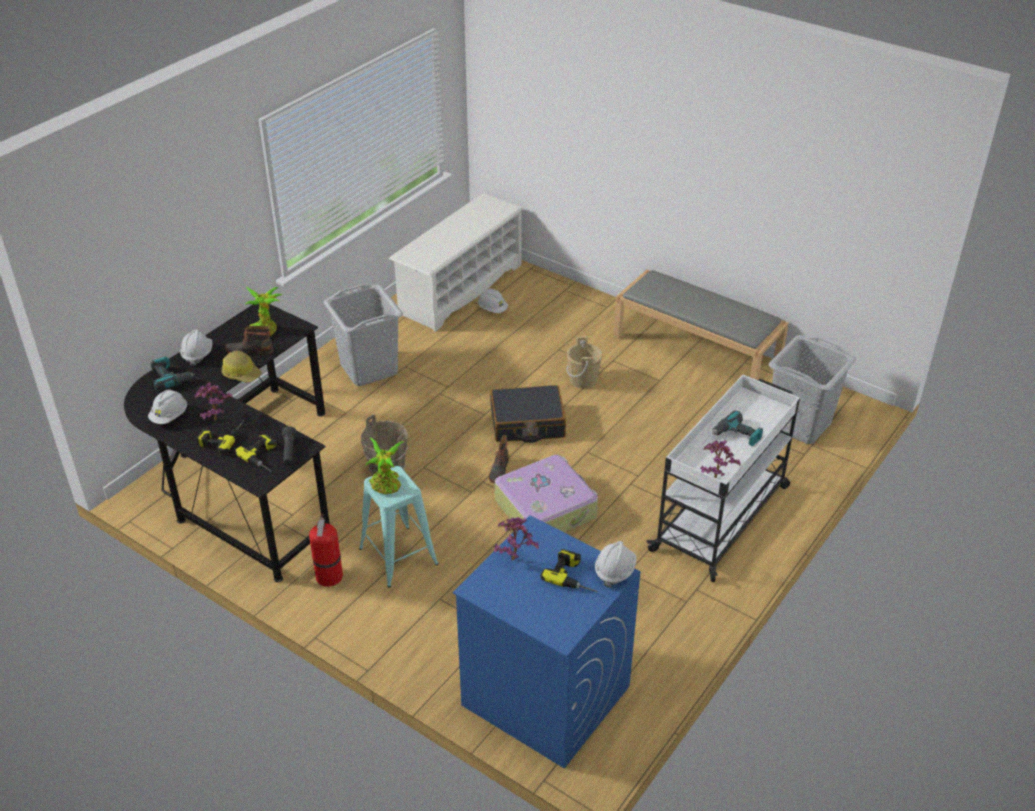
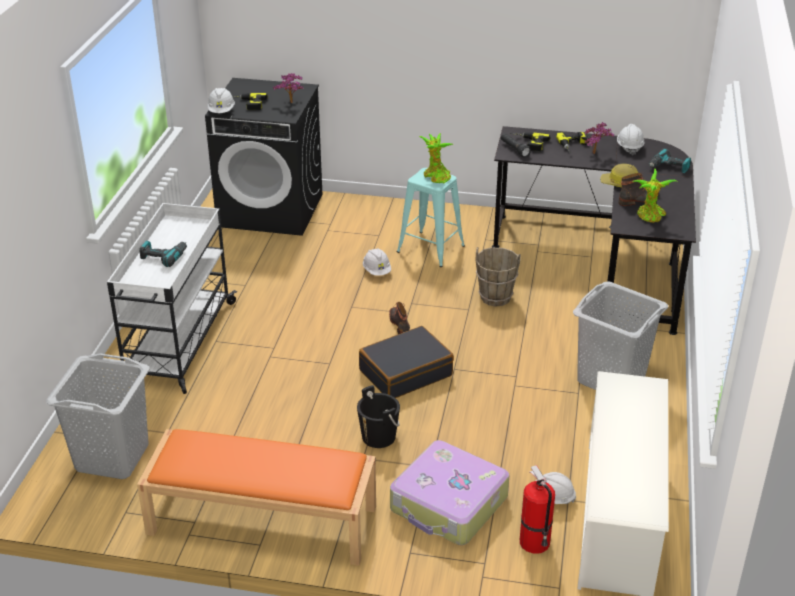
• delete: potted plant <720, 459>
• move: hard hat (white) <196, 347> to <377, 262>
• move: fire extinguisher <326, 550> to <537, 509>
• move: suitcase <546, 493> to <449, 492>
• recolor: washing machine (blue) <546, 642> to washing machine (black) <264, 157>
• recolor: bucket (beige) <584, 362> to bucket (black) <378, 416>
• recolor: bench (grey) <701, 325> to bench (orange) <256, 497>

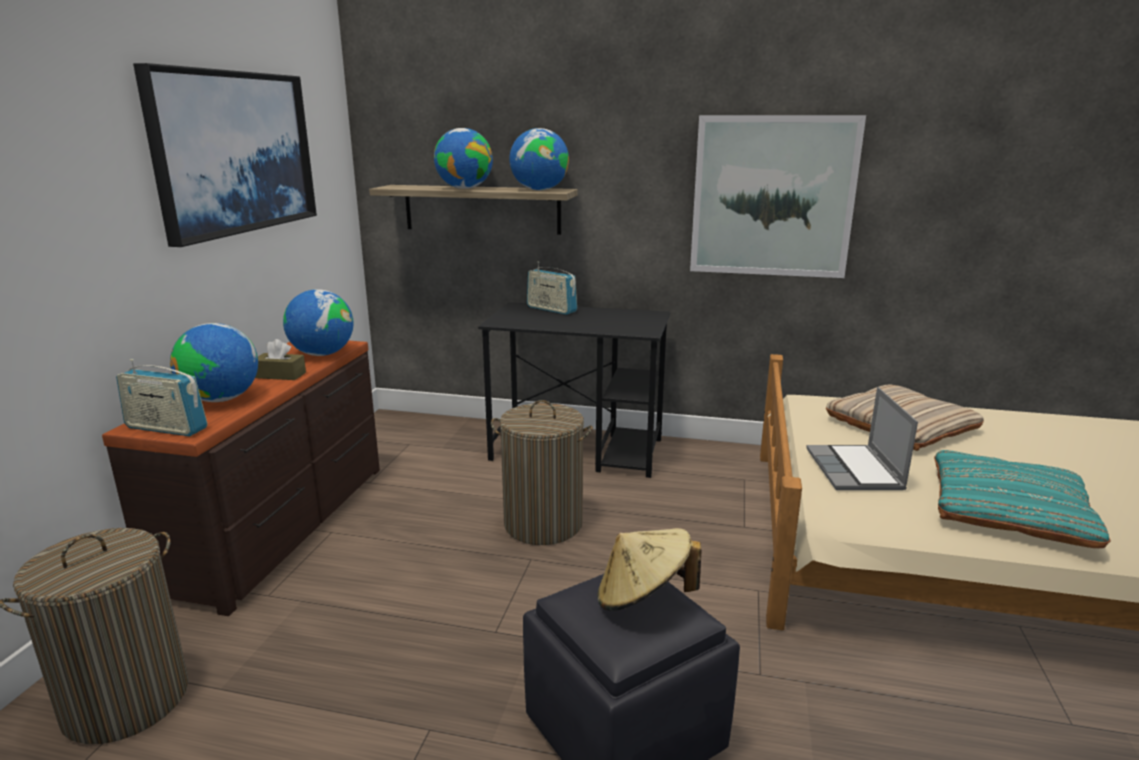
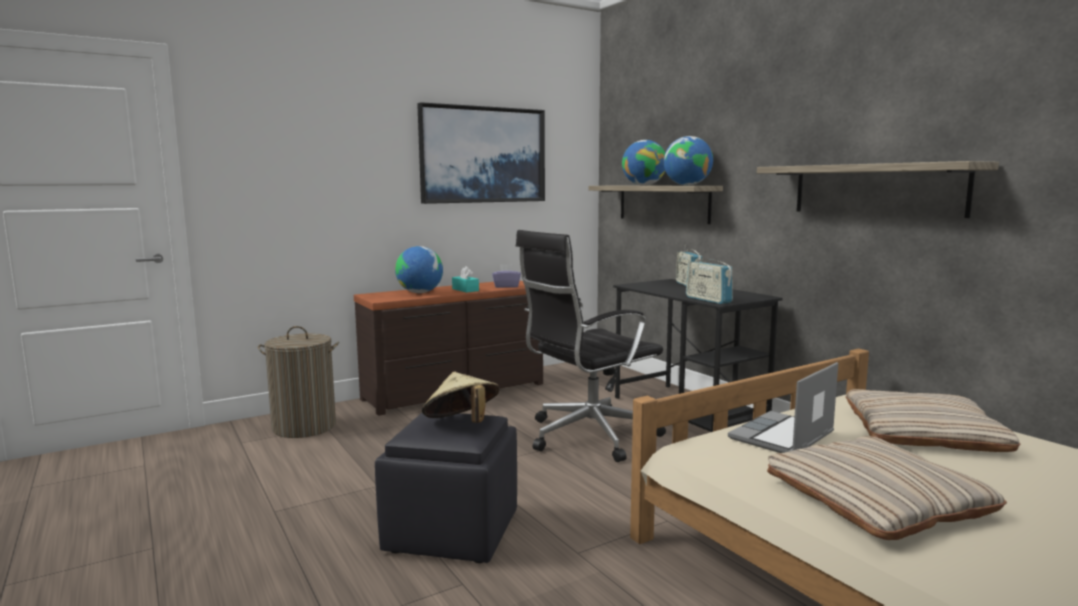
• move: radio <161, 397> to <709, 279>
• replace: globe <318, 322> to tissue box (purple) <506, 276>
• replace: laundry basket <542, 472> to office chair (black) <591, 346>
• replace: picture <778, 196> to shelf <878, 189>
• recolor: tissue box (brown) <280, 359> to tissue box (turquoise) <465, 279>
• recolor: pillow (turquoise) <1022, 499> to pillow (beige) <887, 488>

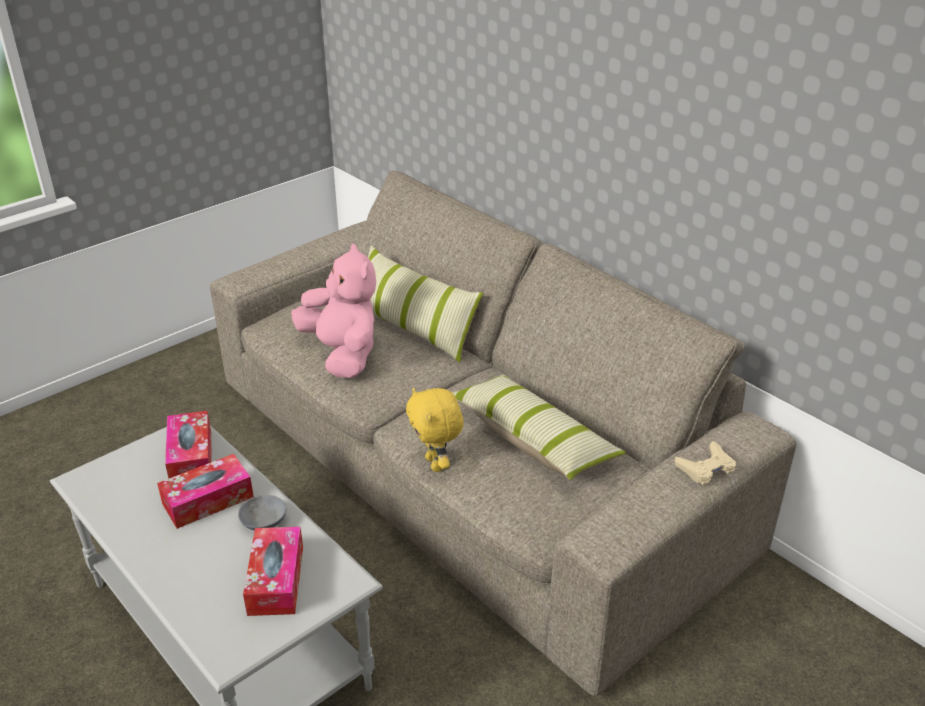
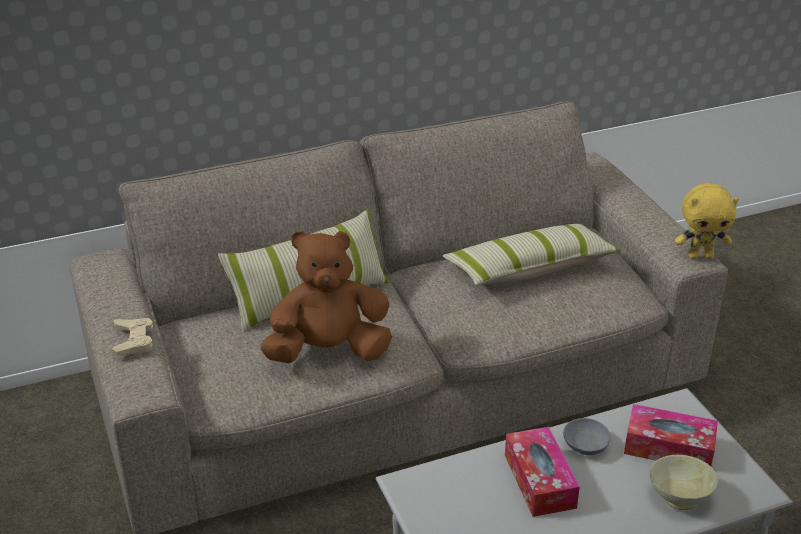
• delete: tissue box <188, 444>
• insert: bowl (beige) <684, 482>
• move: plush toy (yellow) <435, 429> to <707, 221>
• move: game controller (beige) <705, 463> to <132, 336>
• recolor: plush toy (pink) <333, 311> to plush toy (brown) <326, 297>

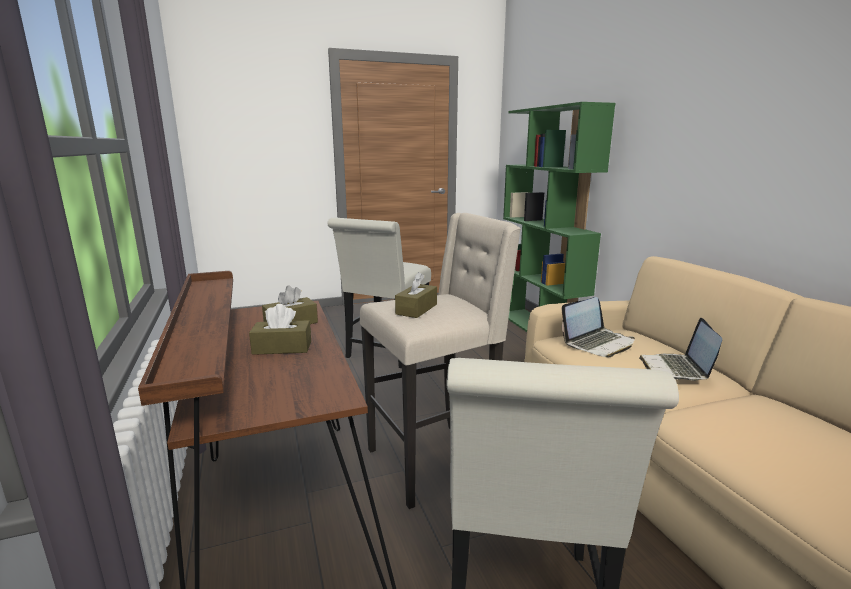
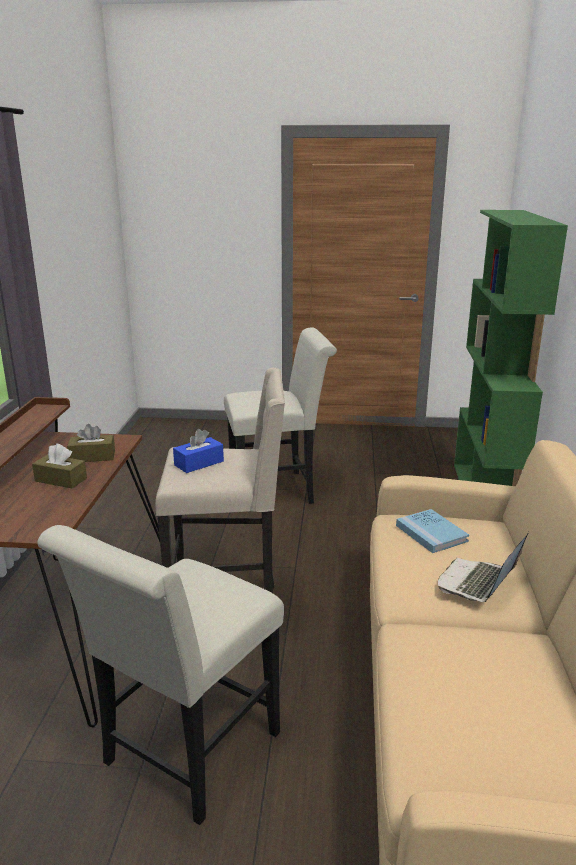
• replace: laptop <598, 327> to book (blue) <432, 531>
• recolor: tissue box (brown) <416, 295> to tissue box (blue) <198, 451>
• rotate: chair (white) <379, 293> = <280, 415> 150 degrees counterclockwise

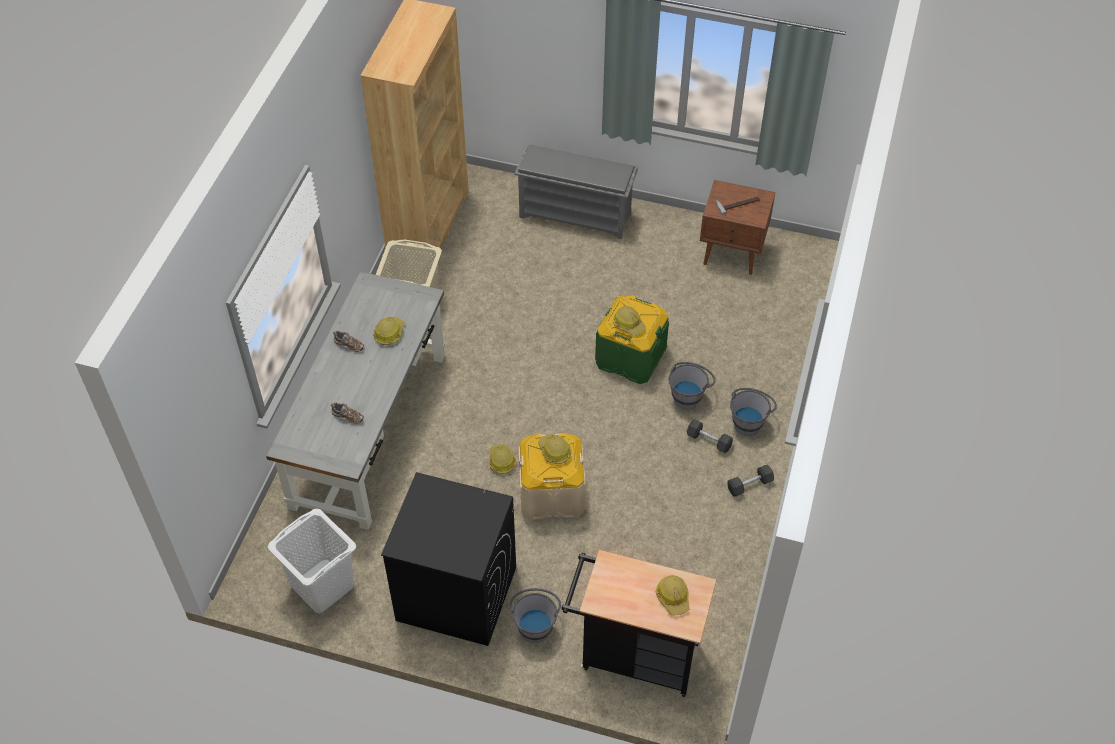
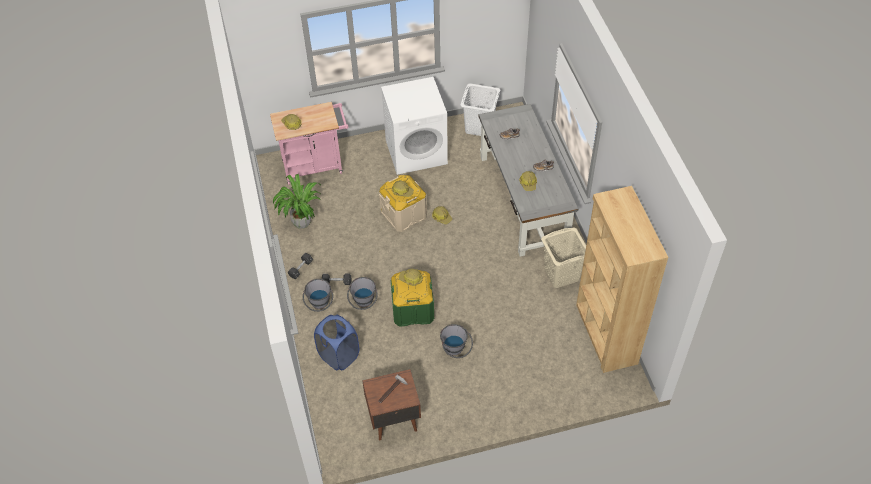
• delete: shoe rack (grey) <576, 191>
• insert: potted plant <297, 201>
• insert: laundry basket (blue) <336, 342>
• move: bucket (grey) <535, 615> to <456, 341>
• recolor: washing machine (black) <448, 559> to washing machine (white) <414, 126>
• recolor: cart (black) <639, 623> to cart (pink) <309, 143>

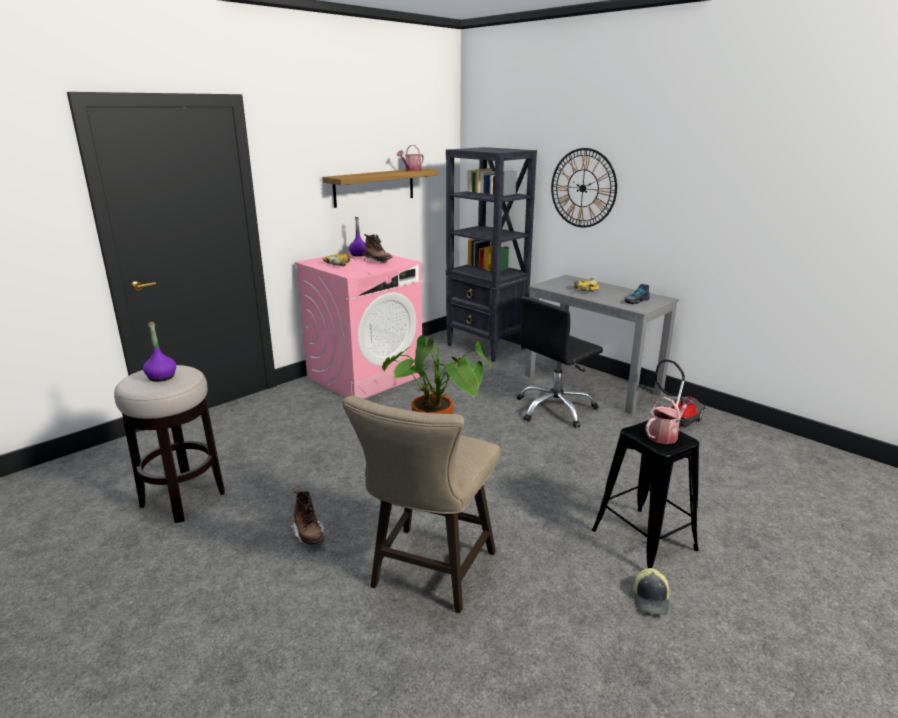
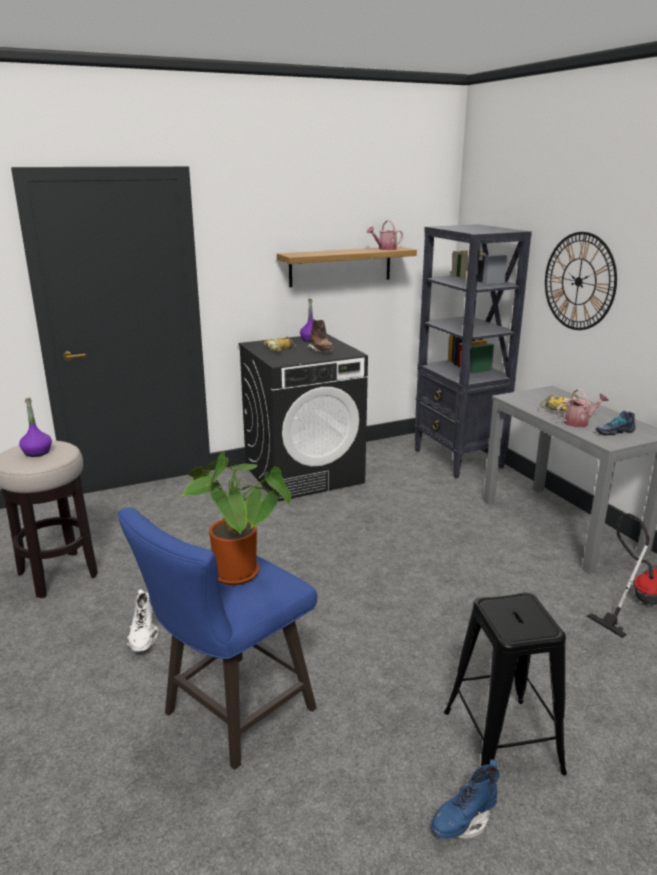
• delete: office chair (black) <560, 362>
• move: watering can <669, 420> to <583, 408>
• replace: cap <652, 591> to boot (blue) <465, 799>
• recolor: boot (brown) <307, 517> to boot (white) <142, 620>
• recolor: washing machine (pink) <358, 325> to washing machine (black) <303, 418>
• recolor: stool (beige) <421, 504> to stool (blue) <217, 639>

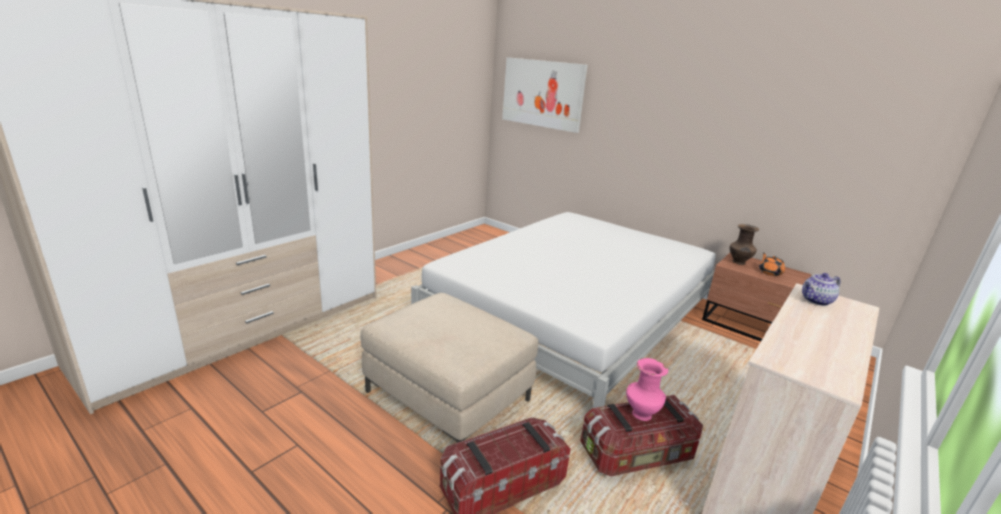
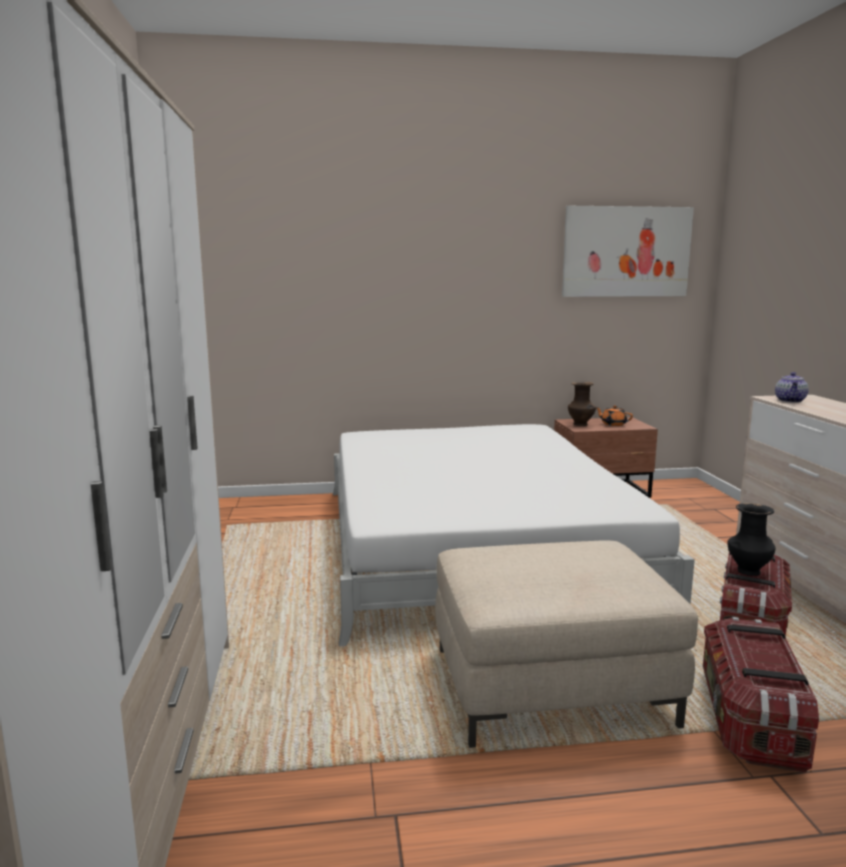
• move: picture <545, 95> to <628, 251>
• recolor: vase (pink) <647, 389> to vase (black) <751, 539>

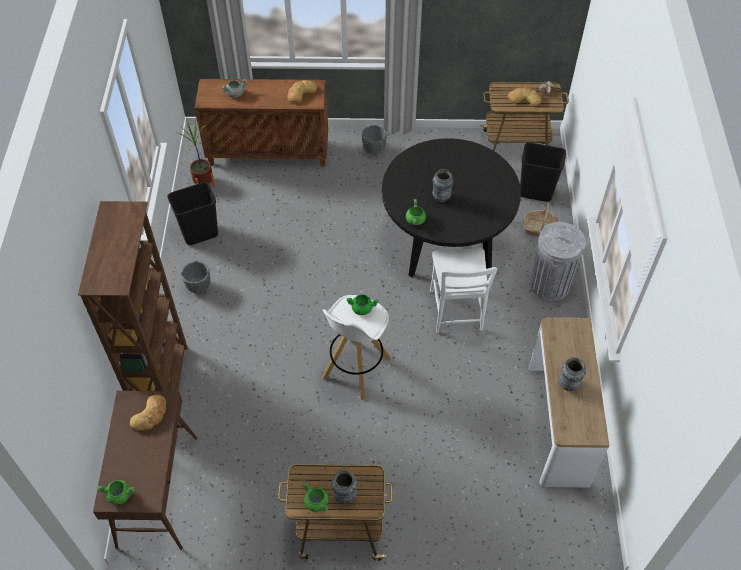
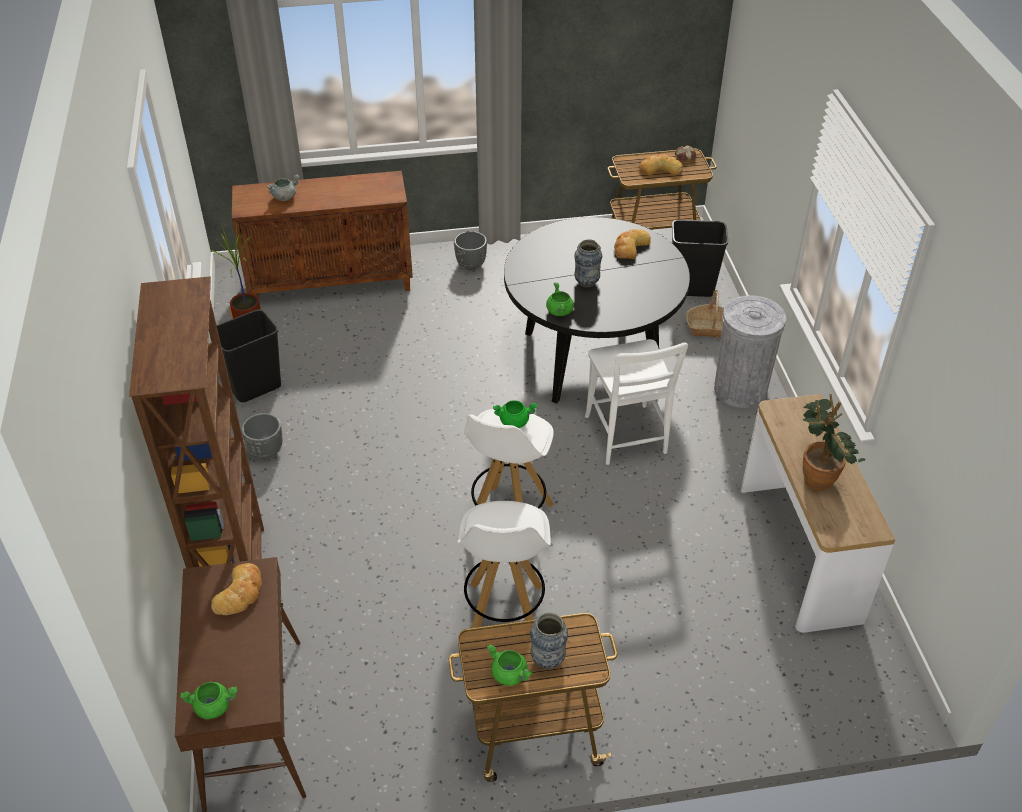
• insert: stool (white) <504, 564>
• move: bread <302, 91> to <632, 244>
• replace: vase <572, 374> to potted plant <834, 442>

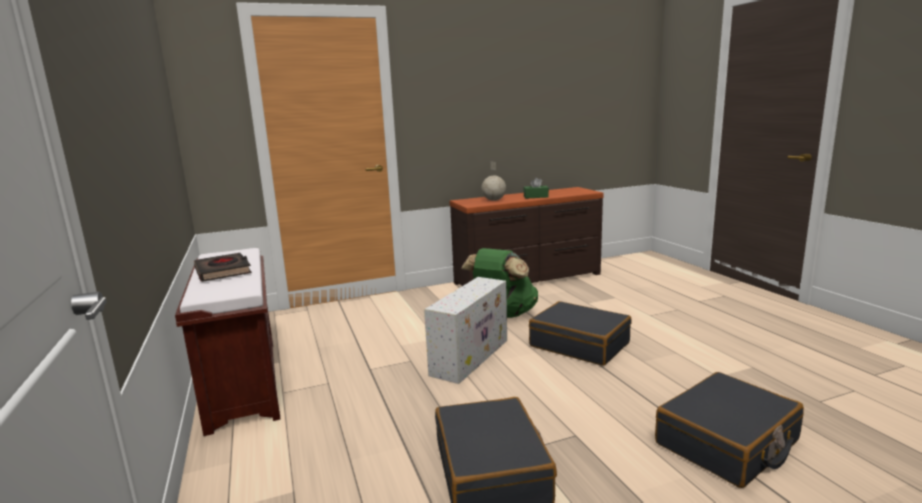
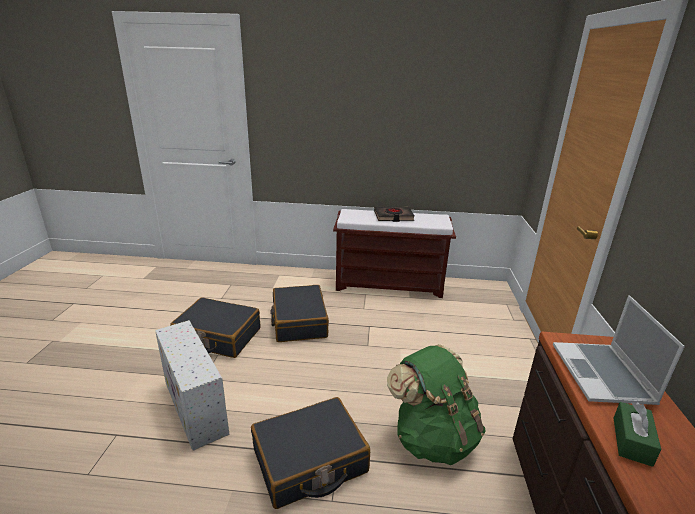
• move: storage box (white) <465, 330> to <192, 385>
• move: suitcase (black) <729, 430> to <299, 313>
• replace: globe <494, 181> to laptop <619, 350>

